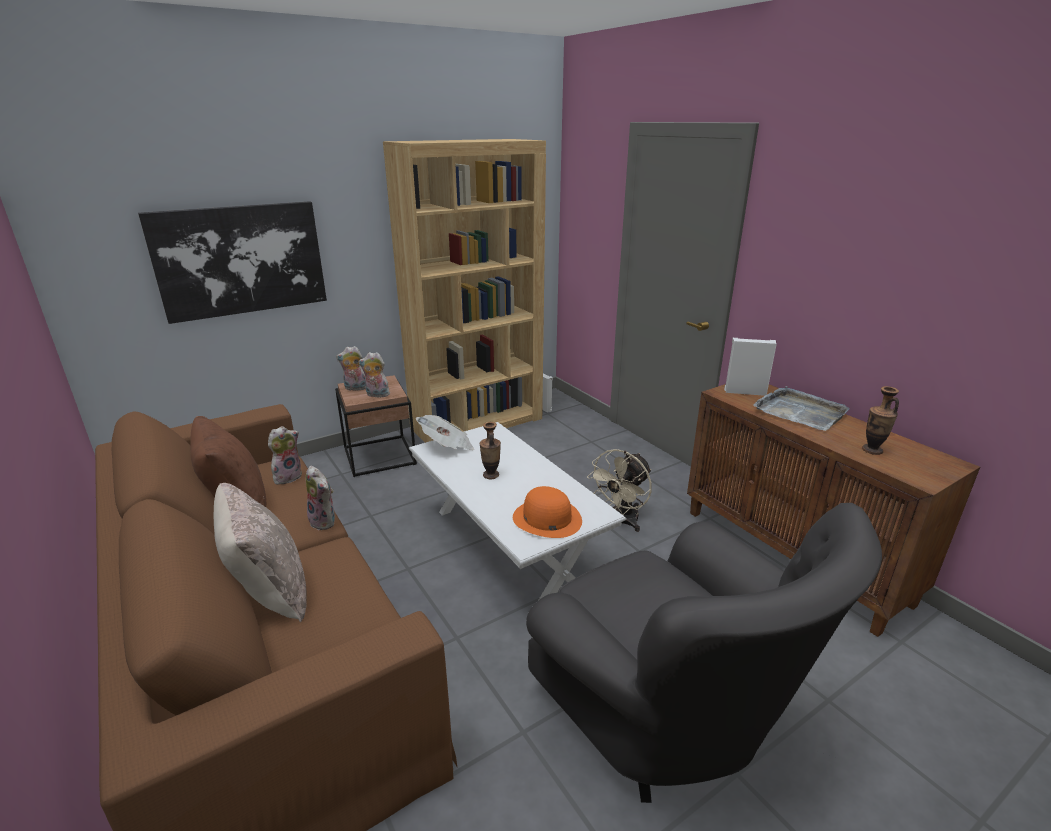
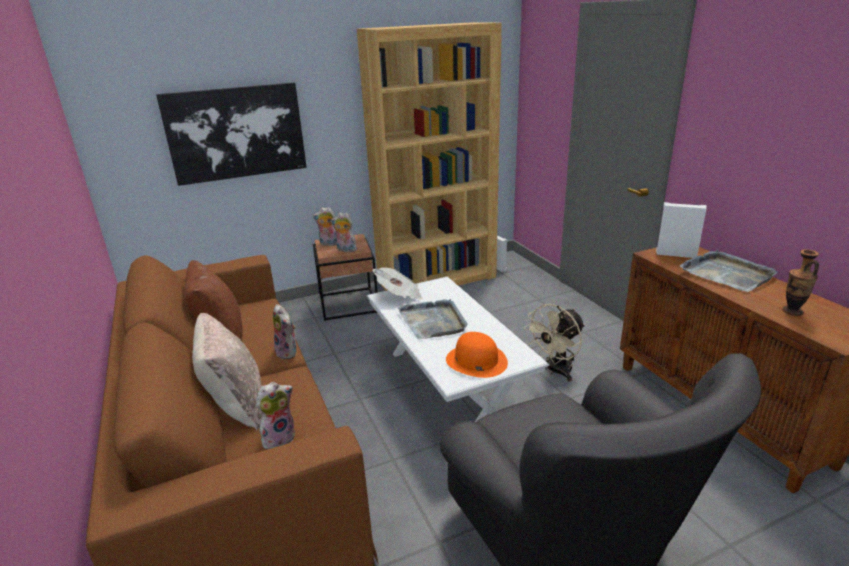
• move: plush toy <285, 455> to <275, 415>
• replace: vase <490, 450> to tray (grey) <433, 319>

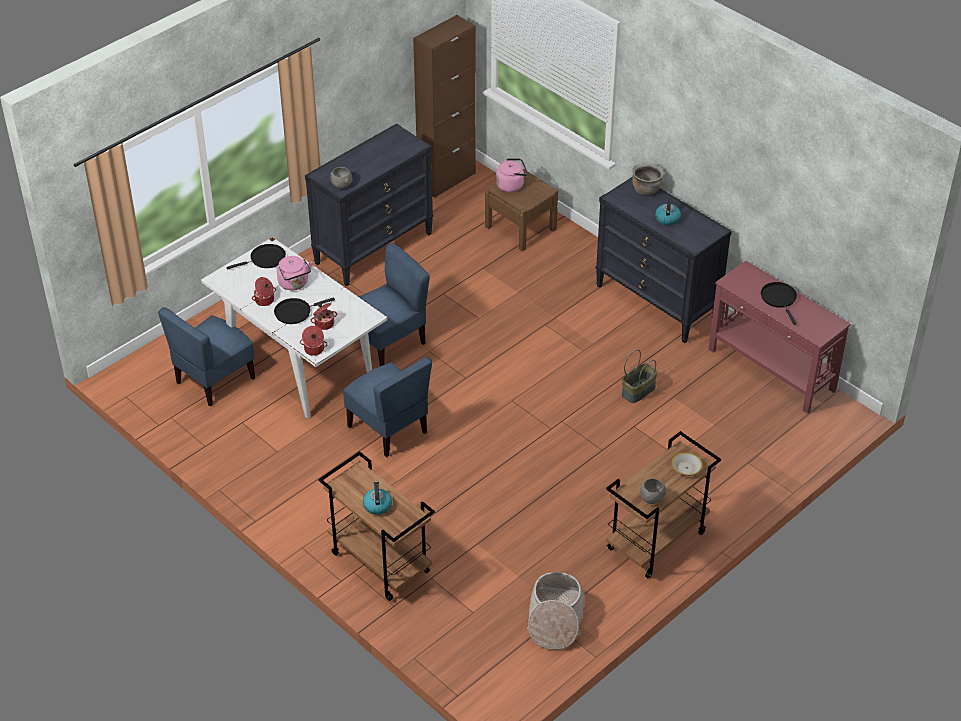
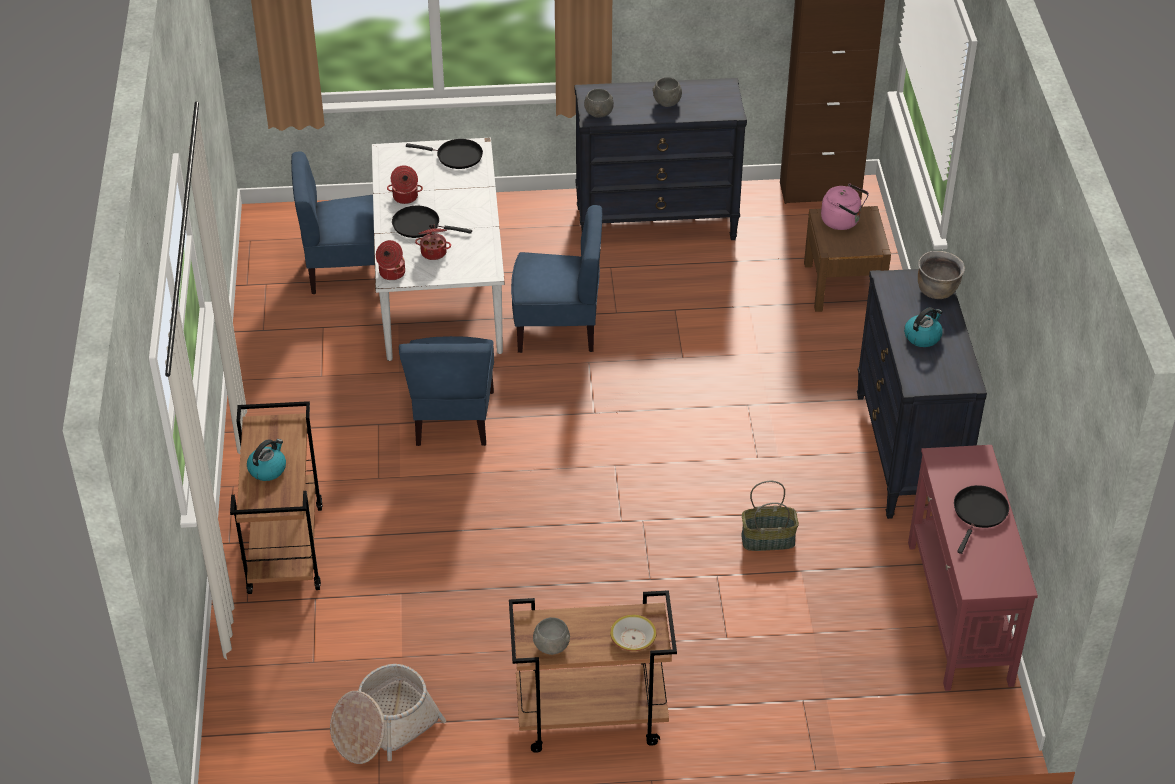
• delete: kettle (pink) <294, 273>
• insert: bowl (grey) <667, 92>

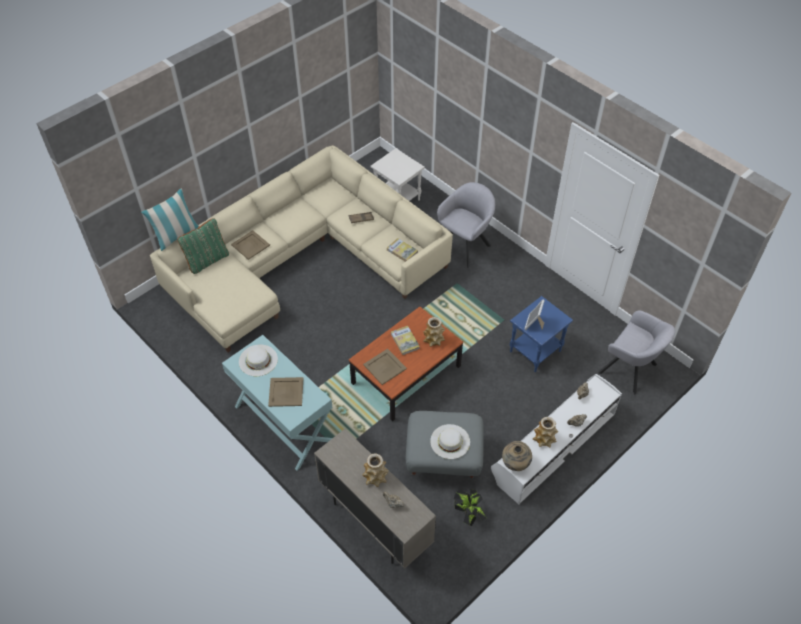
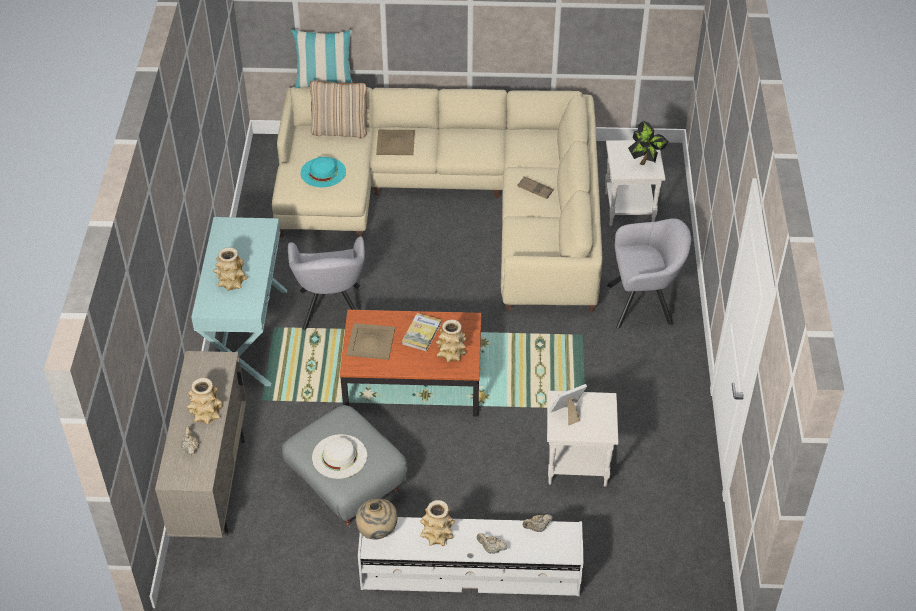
• delete: hat (white) <258, 360>
• delete: book <402, 250>
• insert: hat (turquoise) <323, 172>
• move: potted plant <470, 507> to <648, 143>
• move: armchair (grey) <636, 353> to <326, 283>
• replace: tray (beige) <285, 392> to vase <230, 269>
• recolor: pillow (green) <203, 246> to pillow (beige) <338, 109>
• recolor: side table (blue) <541, 334> to side table (white) <582, 439>

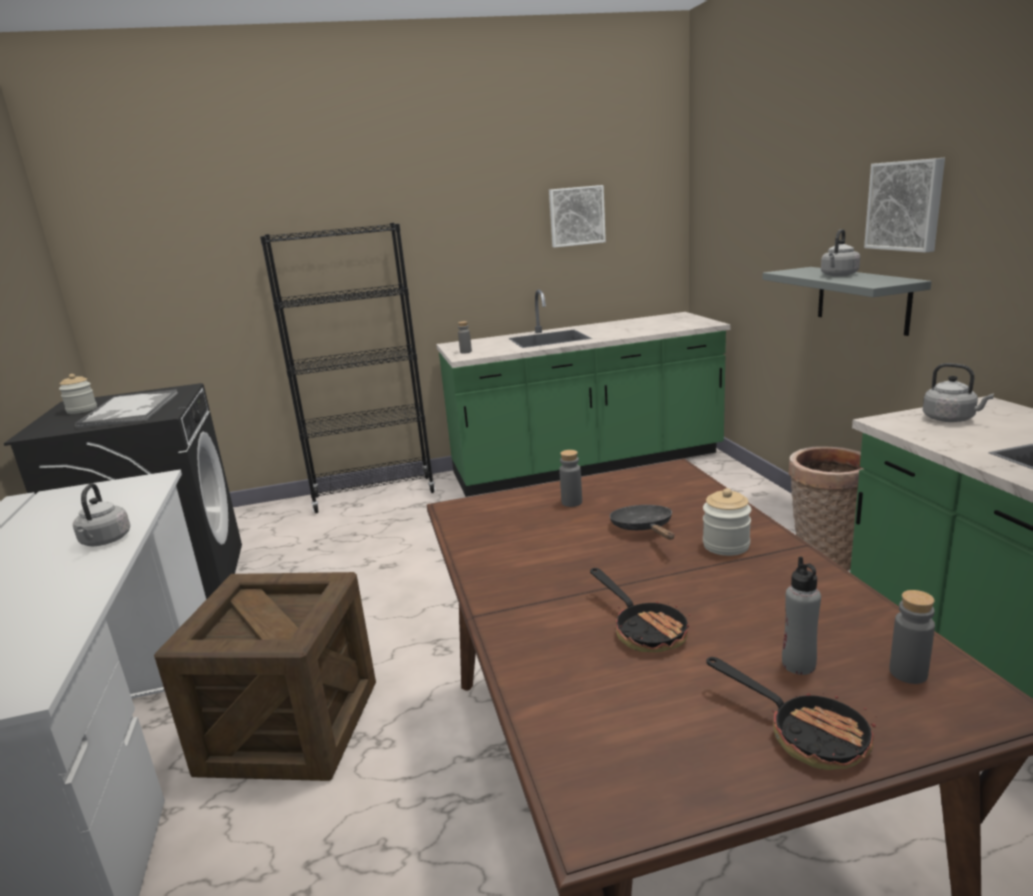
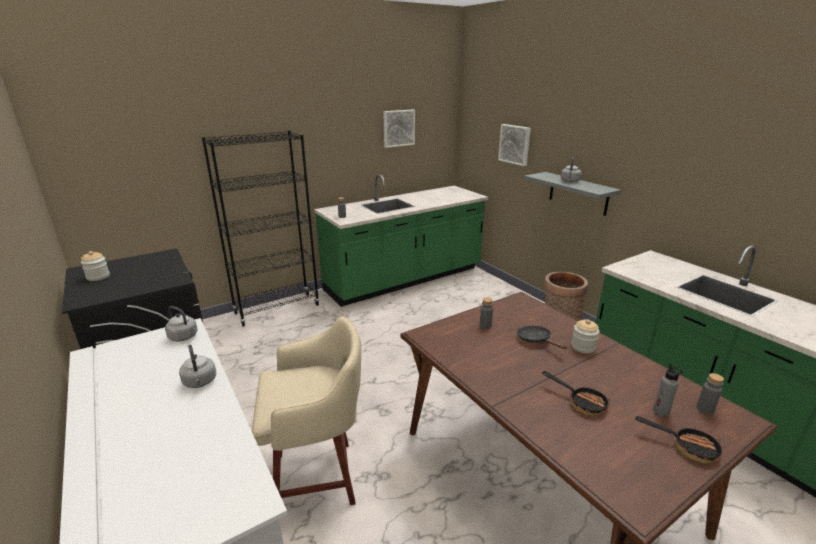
• delete: tray <126, 408>
• move: picture <904, 205> to <514, 145>
• move: kettle (grey) <958, 392> to <181, 324>
• replace: crate <265, 676> to stool (beige) <306, 410>

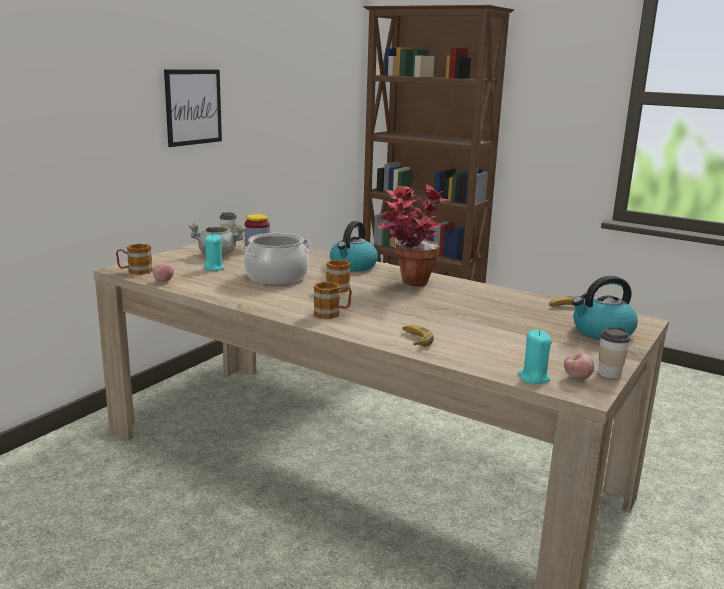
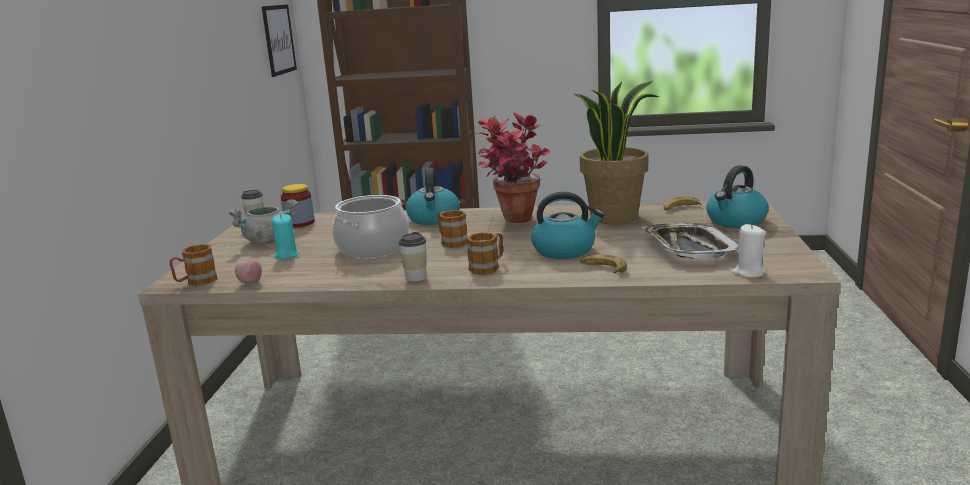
• delete: apple <579, 366>
• insert: kettle <567, 225>
• insert: potted plant <616, 152>
• insert: tray <690, 241>
• move: picture <193, 108> to <279, 40>
• move: cup <614, 353> to <413, 257>
• recolor: candle (turquoise) <535, 357> to candle (white) <749, 251>

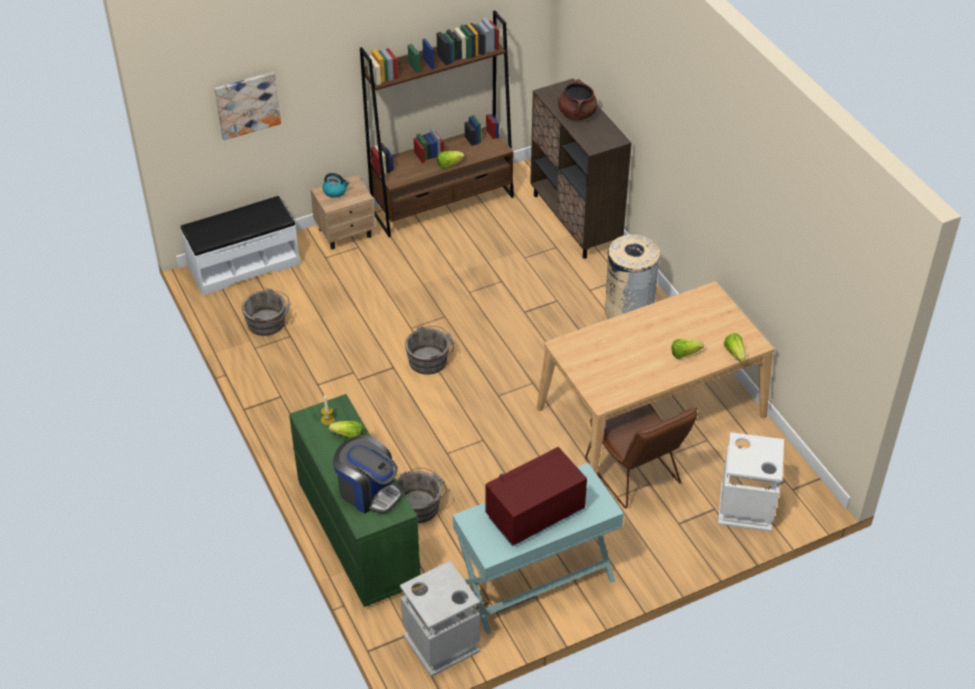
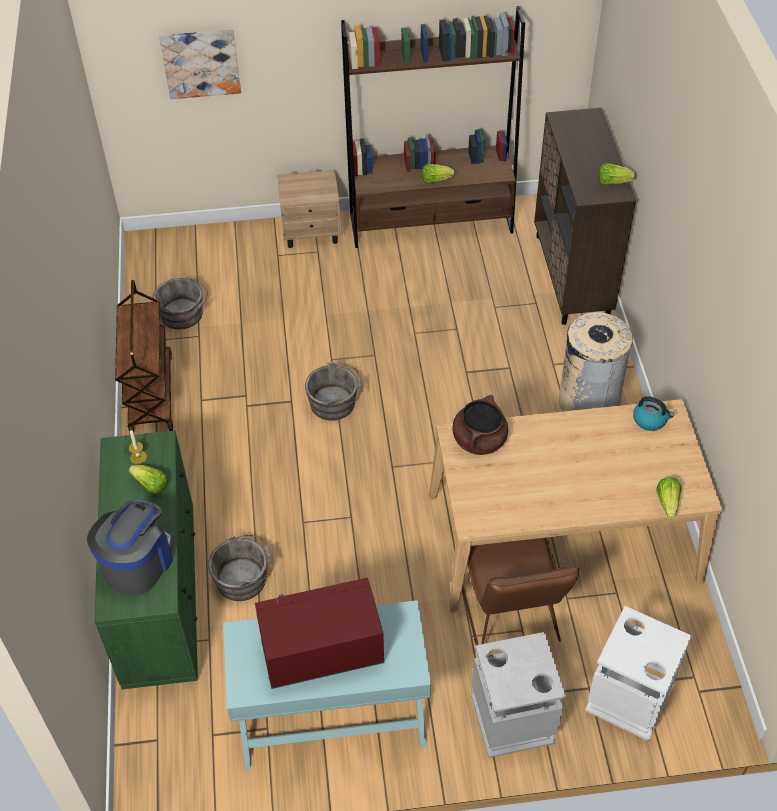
• delete: bench (white) <240, 246>
• insert: cart (brown) <144, 356>
• move: kettle <336, 185> to <653, 413>
• move: trash can (grey) <440, 619> to <518, 695>
• move: cooking pot (brown) <577, 99> to <480, 425>
• move: lettuce <688, 349> to <617, 174>
• rotate: coffee machine <368, 474> = <130, 547> 120 degrees counterclockwise

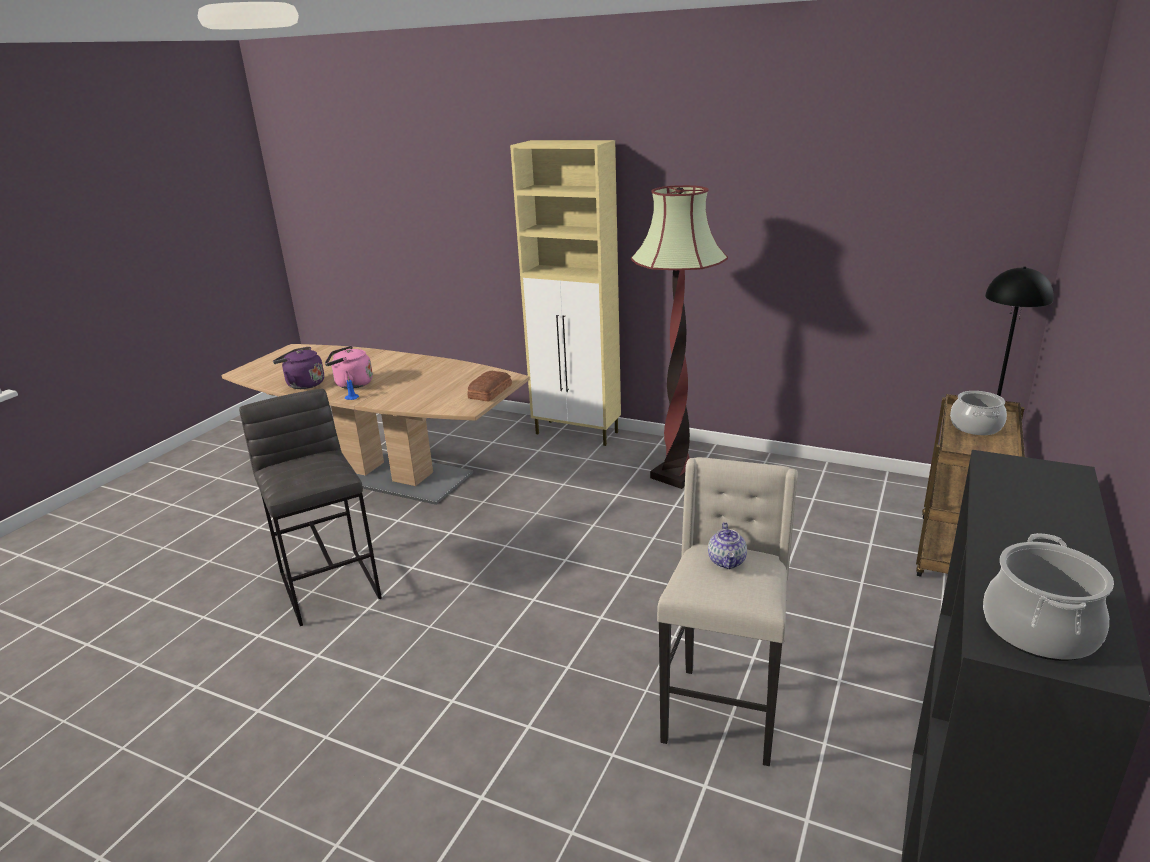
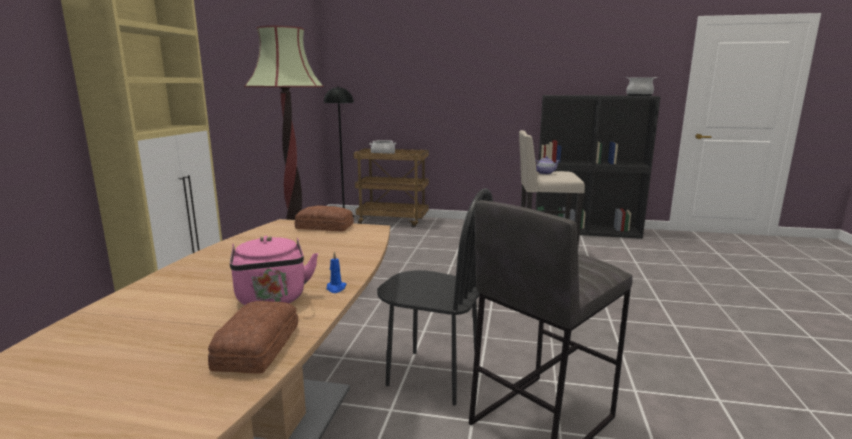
• insert: chair (black) <435, 297>
• replace: kettle (purple) <298, 367> to bread <253, 337>

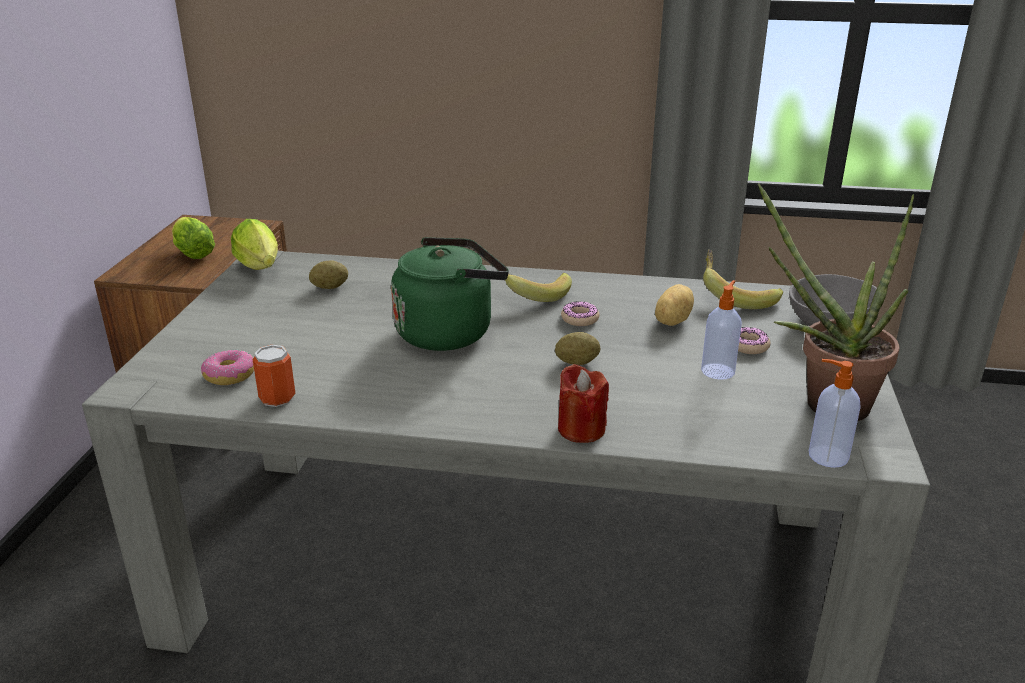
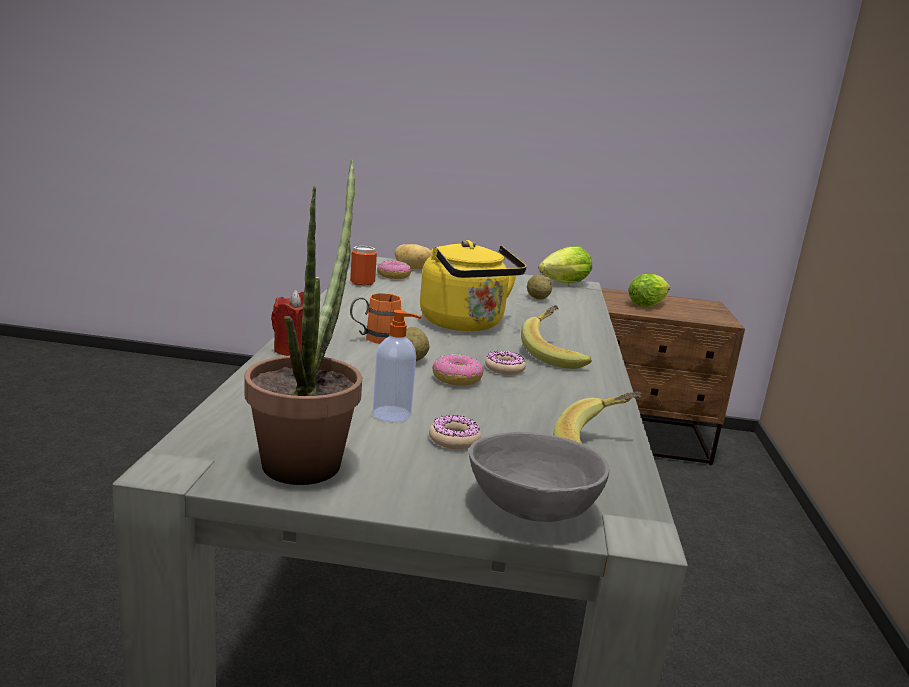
• delete: soap dispenser <835, 413>
• insert: mug (orange) <376, 318>
• insert: donut <457, 370>
• move: potato <674, 305> to <414, 257>
• recolor: kettle (green) <450, 294> to kettle (yellow) <473, 285>

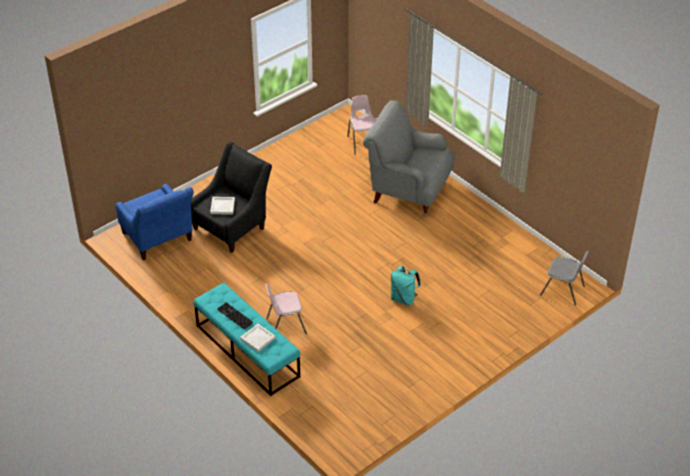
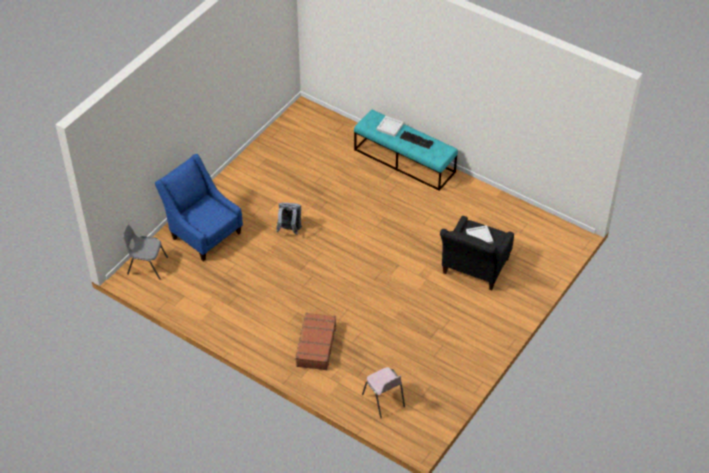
• delete: chair (pink) <286, 309>
• move: armchair (blue) <155, 222> to <199, 208>
• replace: armchair (grey) <409, 158> to suitcase (brown) <315, 341>
• recolor: backpack (turquoise) <406, 285> to backpack (grey) <289, 218>

